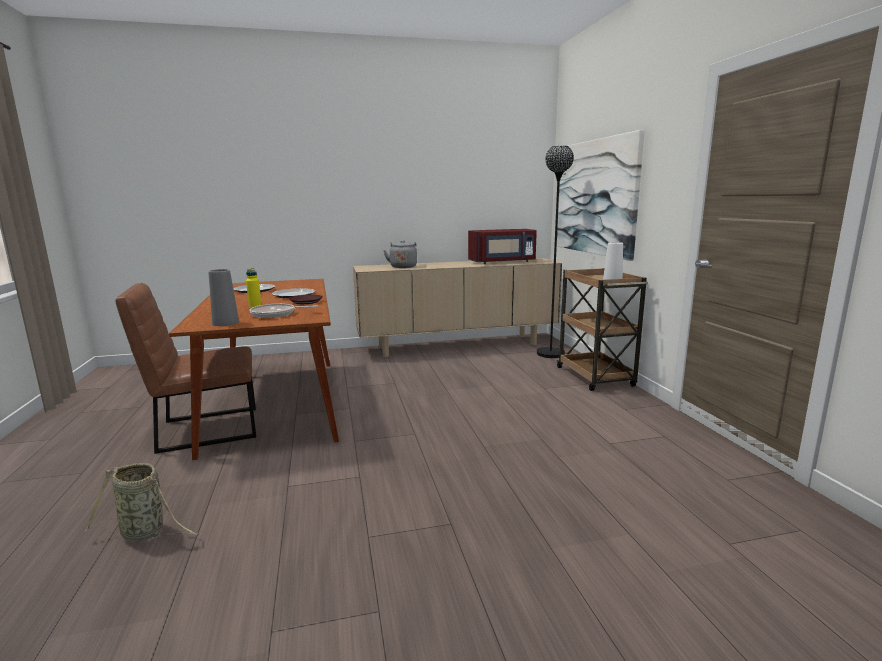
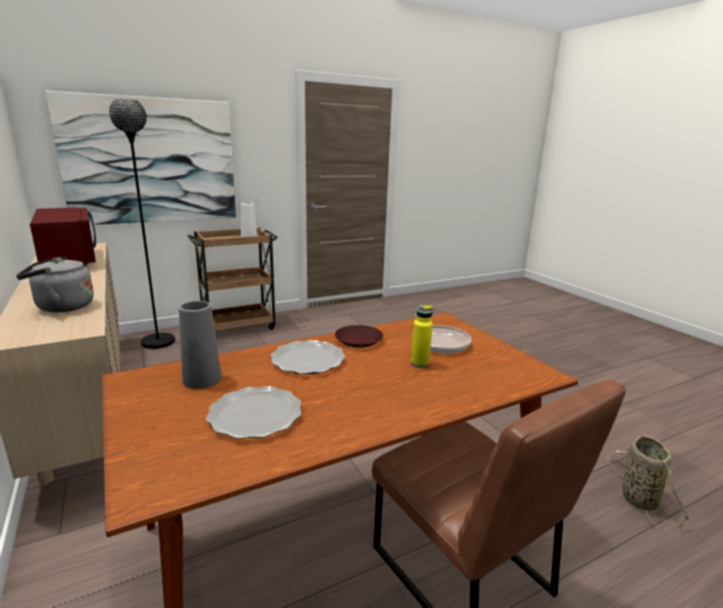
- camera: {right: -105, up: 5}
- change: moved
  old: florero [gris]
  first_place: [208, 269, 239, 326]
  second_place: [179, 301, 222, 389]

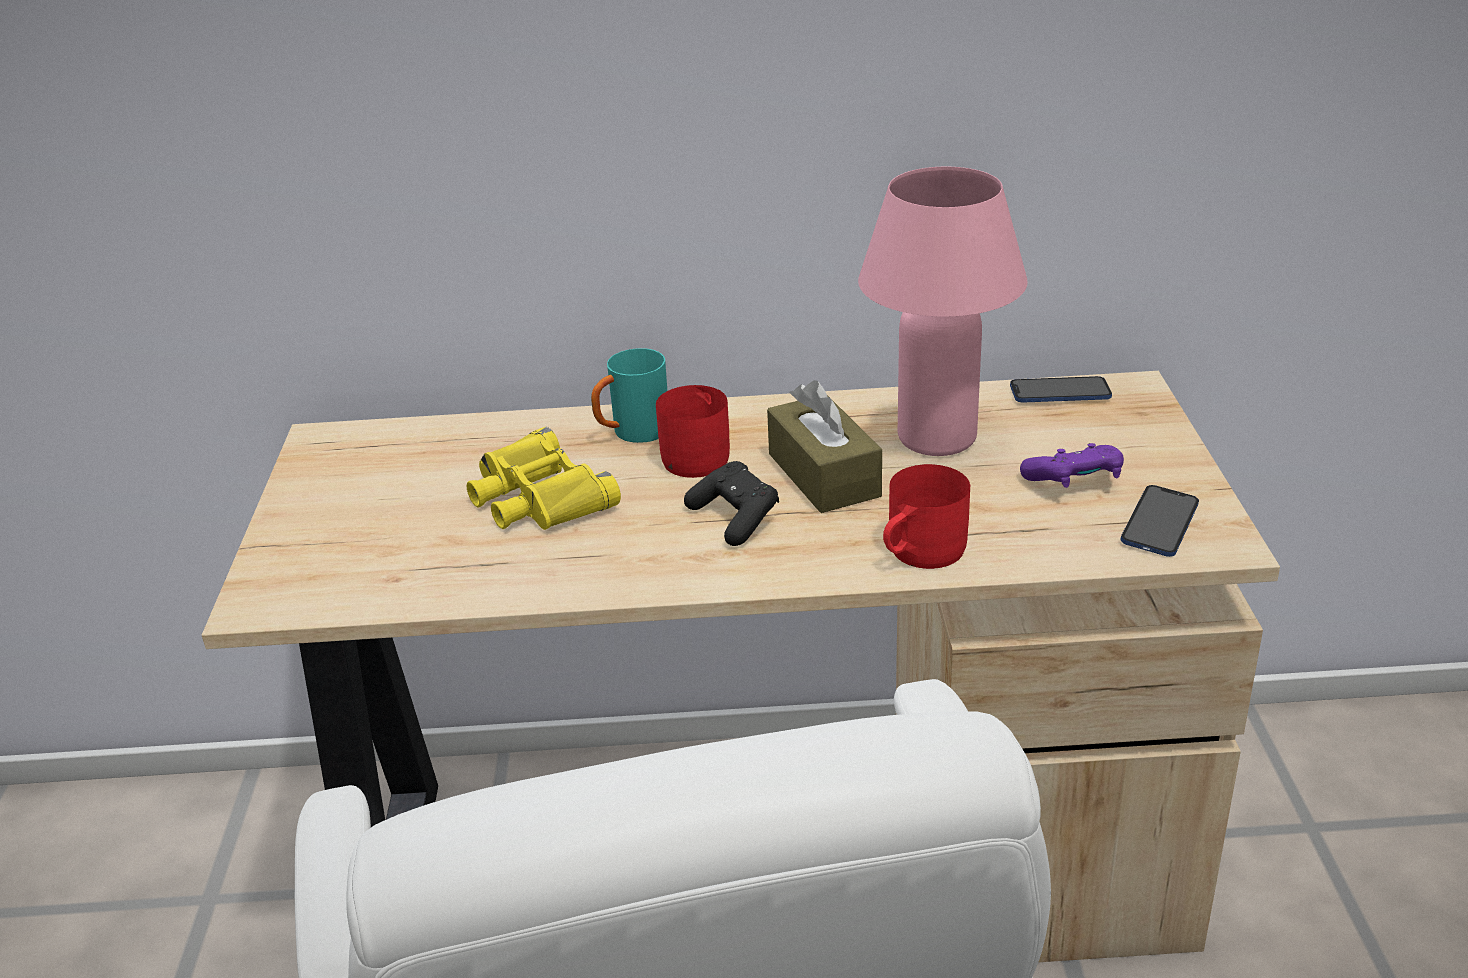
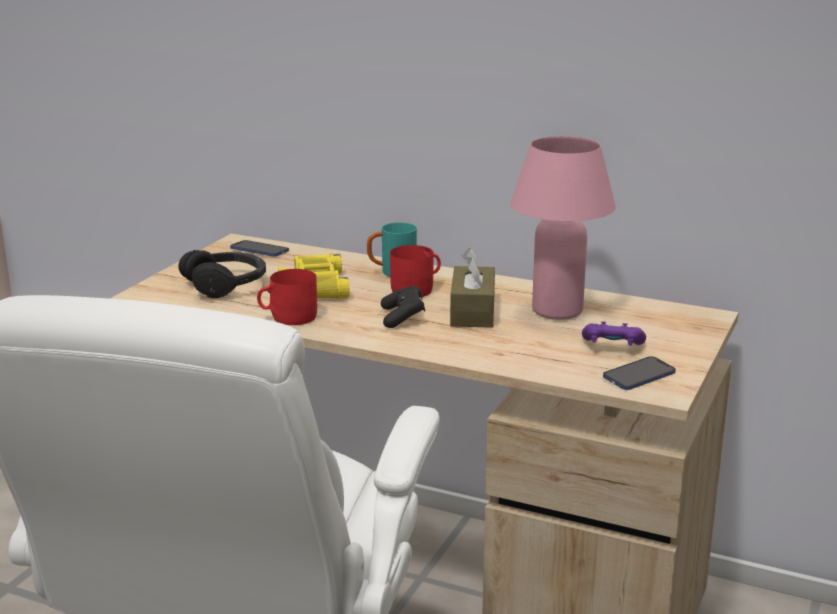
- camera: {right: 25, up: -10}
- change: added
  new: auriculares [negro]
  second_place: [178, 250, 266, 298]
- change: moved
  old: taza grande [rojo]
  first_place: [883, 464, 970, 569]
  second_place: [257, 269, 317, 325]
- change: moved
  old: móvil
  first_place: [1010, 376, 1112, 403]
  second_place: [230, 240, 289, 257]

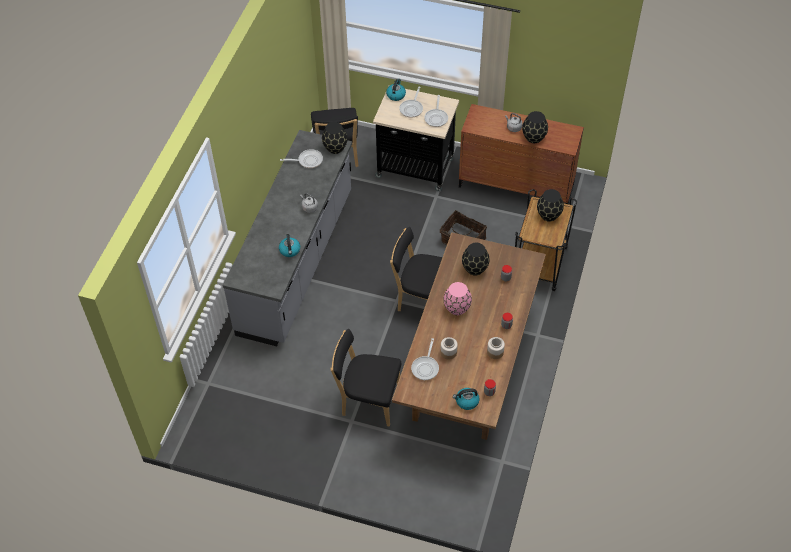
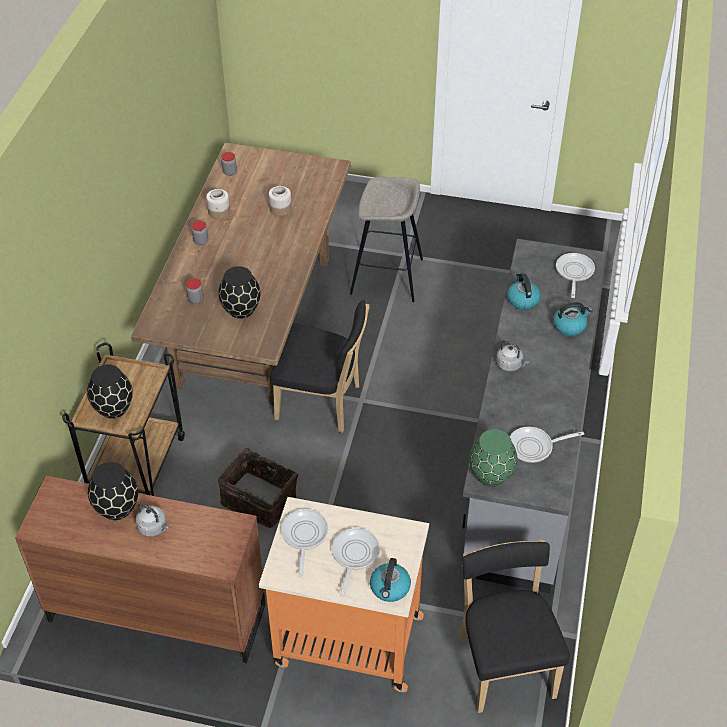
- camera: {right: 175, up: -5}
- change: removed
  old: florero [rosa]
  first_place: [444, 282, 472, 315]
- change: moved
  old: sartén
  first_place: [411, 338, 439, 380]
  second_place: [556, 253, 595, 298]
- change: moved
  old: hervidor
  first_place: [453, 388, 480, 410]
  second_place: [553, 302, 593, 336]
- change: replaced
  old: silla [negro]
  new: taburete [gris]
  first_place: [331, 329, 401, 427]
  second_place: [350, 177, 423, 302]
- change: recoloured
  old: florero [negro]
  new: florero [verde]
  first_place: [322, 122, 348, 154]
  second_place: [469, 429, 517, 487]
- change: recoloured
  old: carrito [negro]
  new: carrito [naranja]
  first_place: [373, 85, 459, 192]
  second_place: [259, 497, 429, 692]

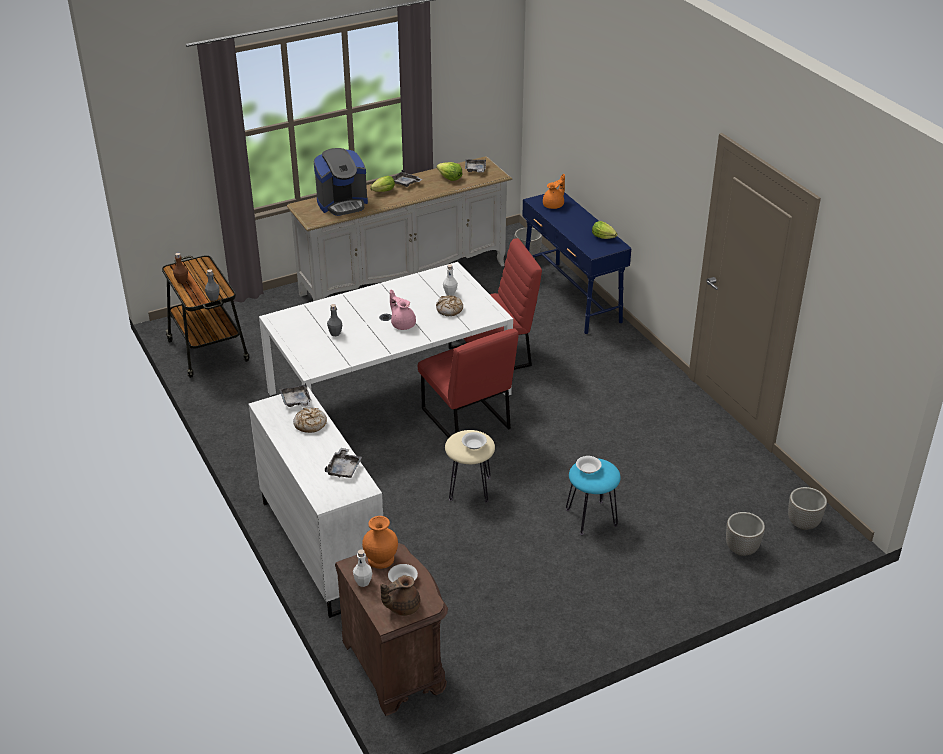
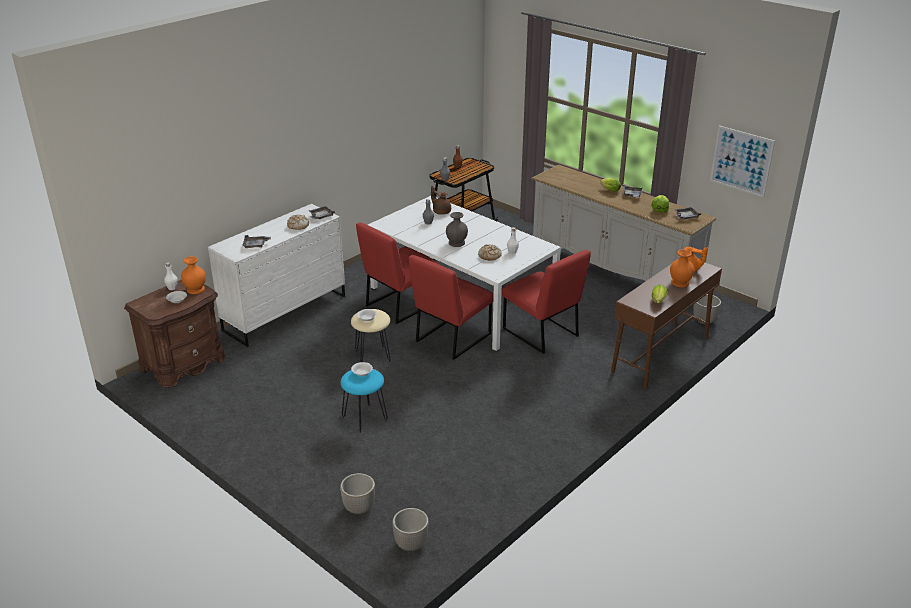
- camera: {right: 70, up: -5}
- change: removed
  old: cafetera
  first_place: [314, 148, 368, 216]
- change: added
  new: silla [rojo]
  second_place: [356, 222, 440, 324]
- change: added
  new: florero [naranja]
  second_place: [670, 249, 694, 287]
- change: added
  new: cuadro
  second_place: [710, 126, 775, 197]
- change: moved
  old: tetera [marrón]
  first_place: [381, 575, 420, 616]
  second_place: [431, 186, 451, 215]
- change: replaced
  old: tetera [rosa]
  new: florero [gris]
  first_place: [390, 289, 416, 330]
  second_place: [446, 212, 468, 247]
- change: recoloured
  old: mesa consola [azul]
  new: mesa consola [marrón]
  first_place: [522, 192, 631, 334]
  second_place: [611, 258, 722, 389]

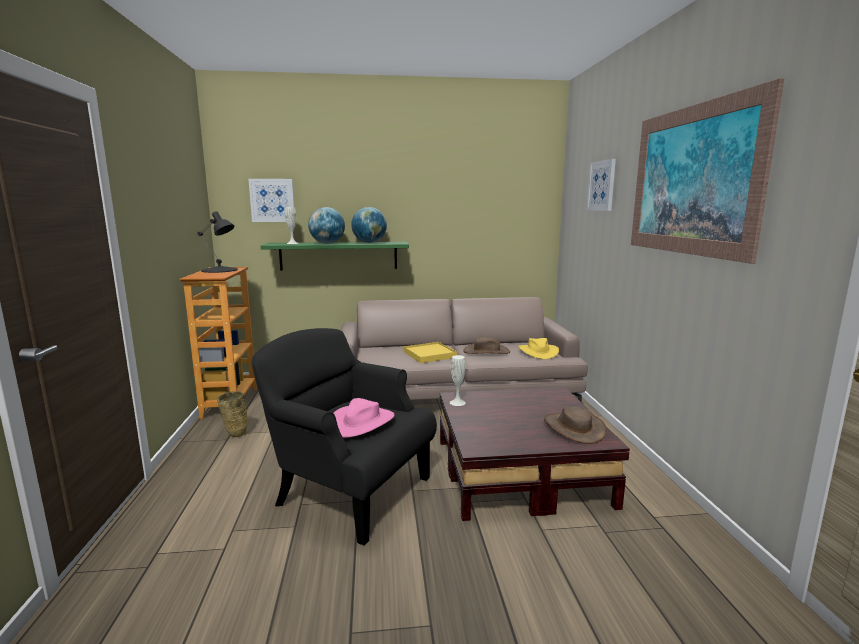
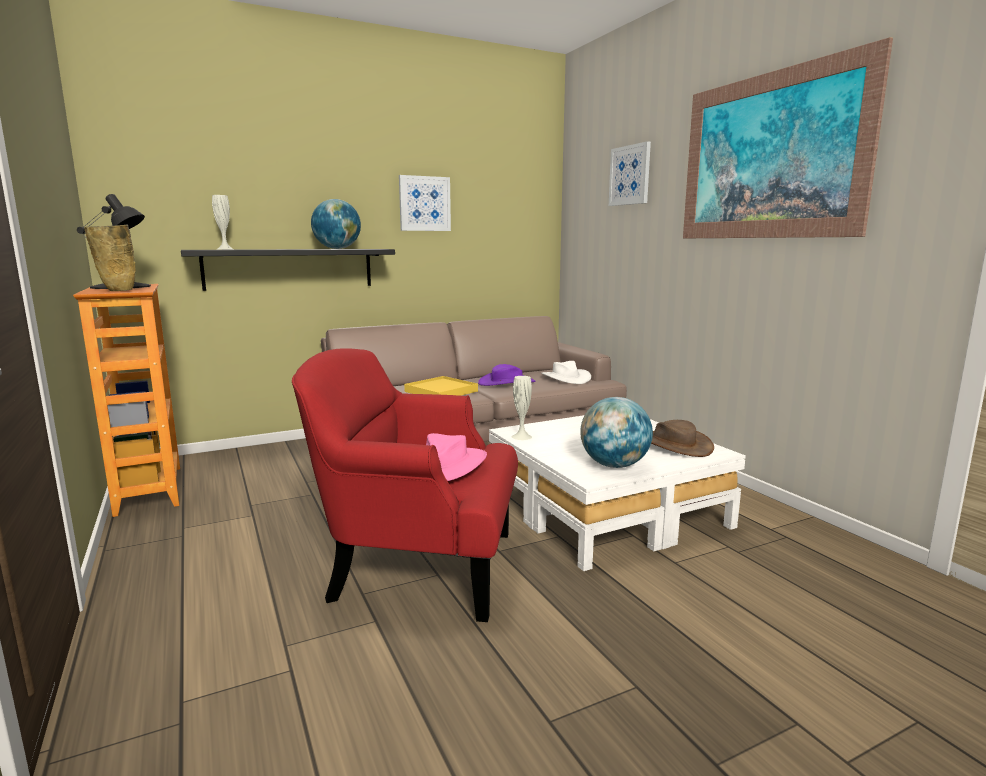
- camera: {right: -20, up: 0}
- change: moved
  old: florero [beis]
  first_place: [217, 391, 247, 437]
  second_place: [84, 224, 135, 291]
- change: moved
  old: cuadro
  first_place: [248, 179, 294, 222]
  second_place: [399, 175, 451, 231]
- change: moved
  old: globo terráqueo
  first_place: [308, 207, 345, 244]
  second_place: [580, 397, 653, 468]
- change: recoloured
  old: sillón [negro]
  new: sillón [rojo]
  first_place: [251, 328, 437, 546]
  second_place: [292, 348, 518, 622]
- change: recoloured
  old: estante [verde]
  new: estante [negro]
  first_place: [261, 242, 409, 270]
  second_place: [181, 249, 395, 291]
- change: recoloured
  old: mesa de centro [marrón]
  new: mesa de centro [blanco]
  first_place: [440, 387, 630, 521]
  second_place: [489, 415, 746, 571]
- change: recoloured
  old: sombrero [marrón]
  new: sombrero [morado]
  first_place: [463, 336, 510, 354]
  second_place: [478, 364, 536, 386]
- change: recoloured
  old: sombrero [amarillo]
  new: sombrero [blanco]
  first_place: [518, 338, 559, 359]
  second_place: [541, 361, 591, 384]

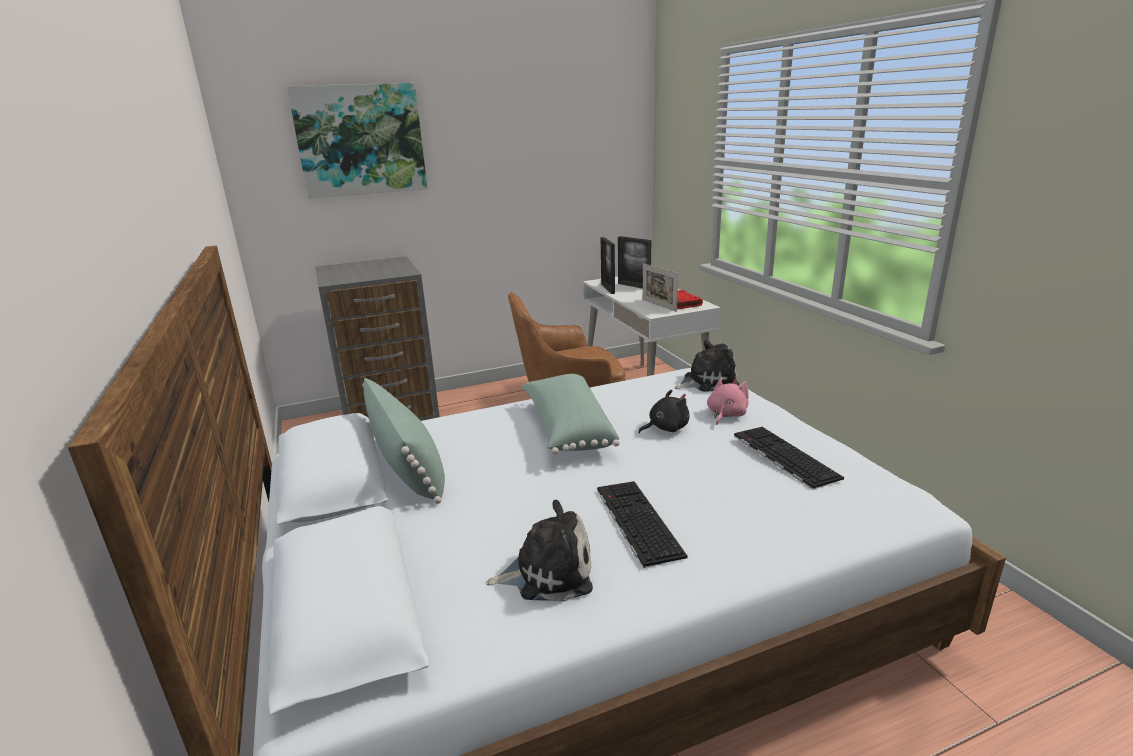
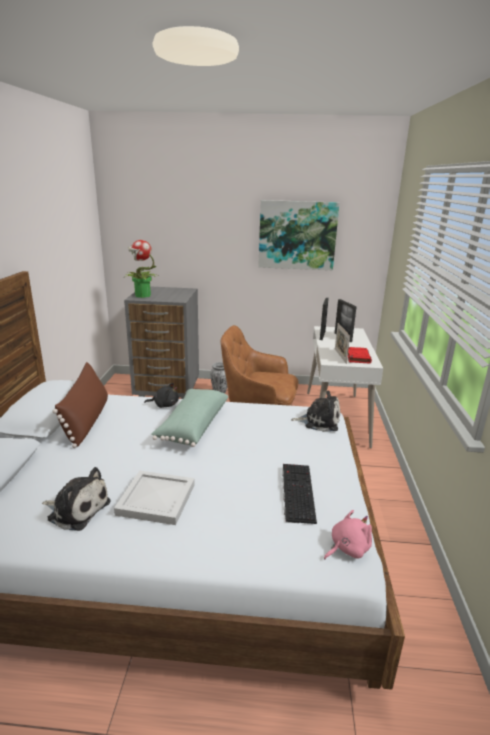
- camera: {right: 25, up: 0}
- change: added
  new: planta en maceta
  second_place: [123, 240, 157, 298]
- change: added
  new: florero
  second_place: [210, 362, 227, 393]
- change: moved
  old: cuadro
  first_place: [287, 83, 427, 198]
  second_place: [258, 200, 340, 270]
- change: moved
  old: peluche [negro]
  first_place: [638, 390, 690, 433]
  second_place: [144, 383, 179, 408]
- change: moved
  old: peluche [rosa]
  first_place: [707, 377, 749, 425]
  second_place: [324, 510, 372, 560]
- change: replaced
  old: teclado
  new: bandeja [blanco]
  first_place: [597, 481, 688, 568]
  second_place: [114, 471, 195, 525]
- change: recoloured
  old: cojín [verde]
  new: cojín [marrón]
  first_place: [362, 378, 445, 504]
  second_place: [53, 362, 108, 448]

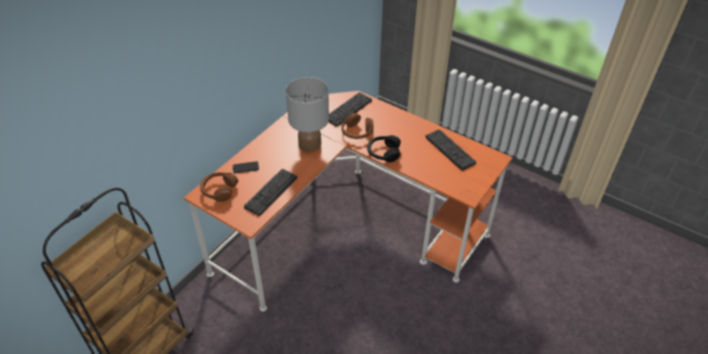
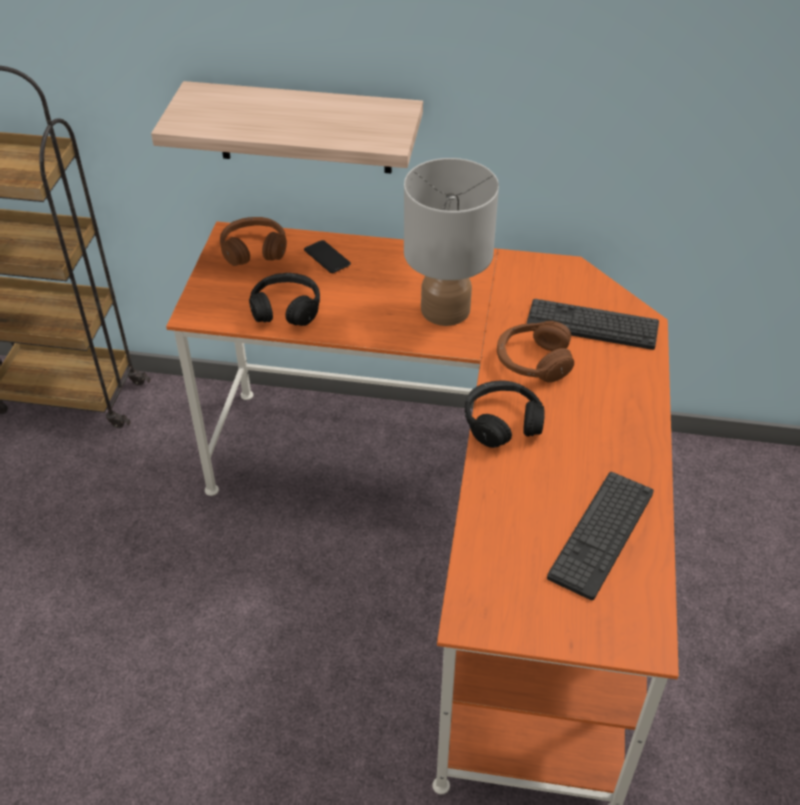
- camera: {right: 65, up: 0}
- change: added
  new: estante
  second_place: [151, 81, 423, 173]
- change: replaced
  old: teclado
  new: auriculares [negro]
  first_place: [244, 169, 297, 216]
  second_place: [249, 273, 320, 326]

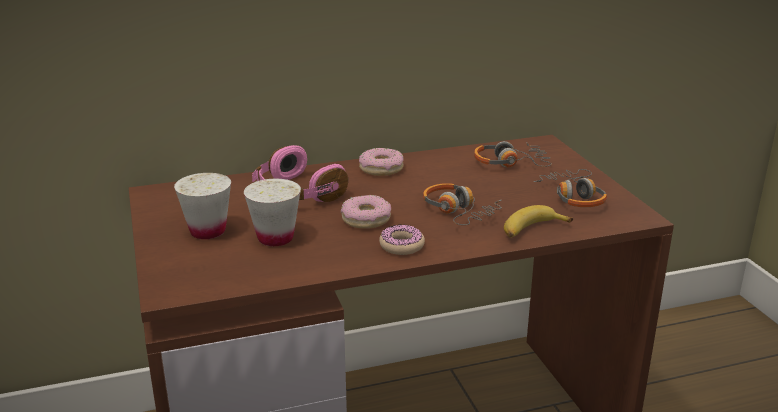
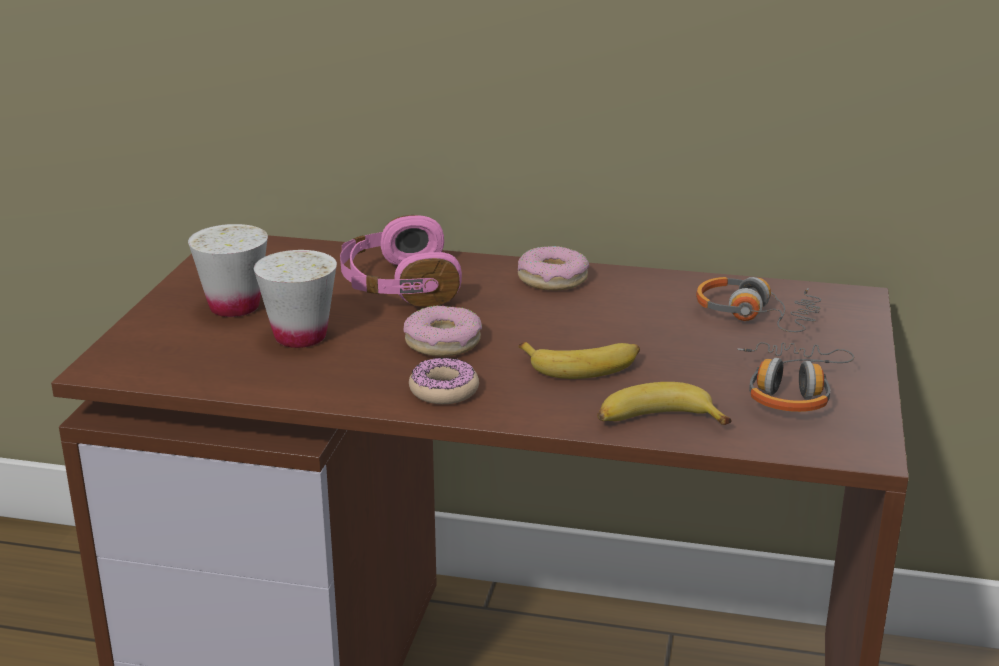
- camera: {right: 30, up: 0}
- change: replaced
  old: auriculares
  new: plátano
  first_place: [423, 183, 502, 225]
  second_place: [519, 342, 640, 379]

